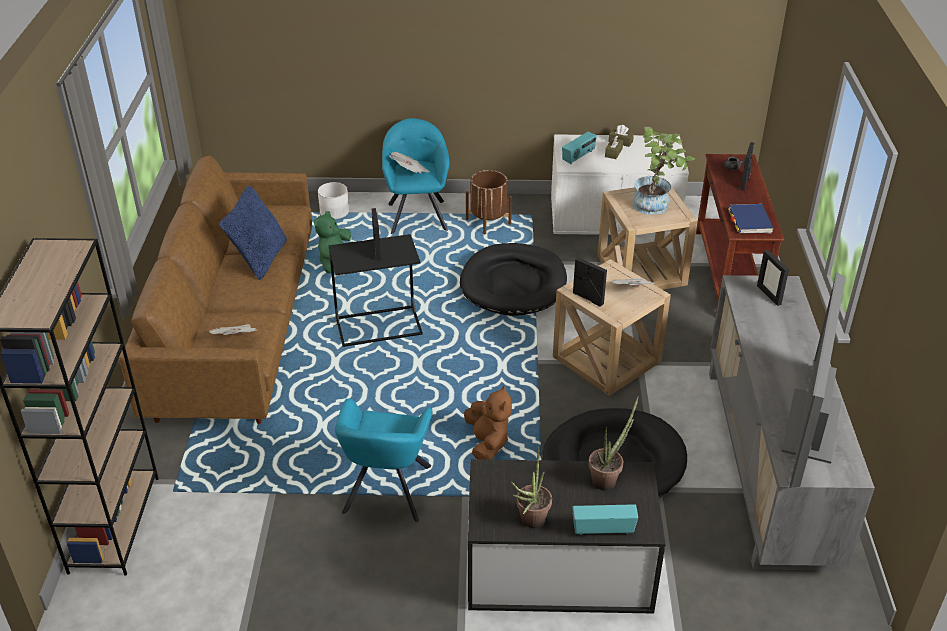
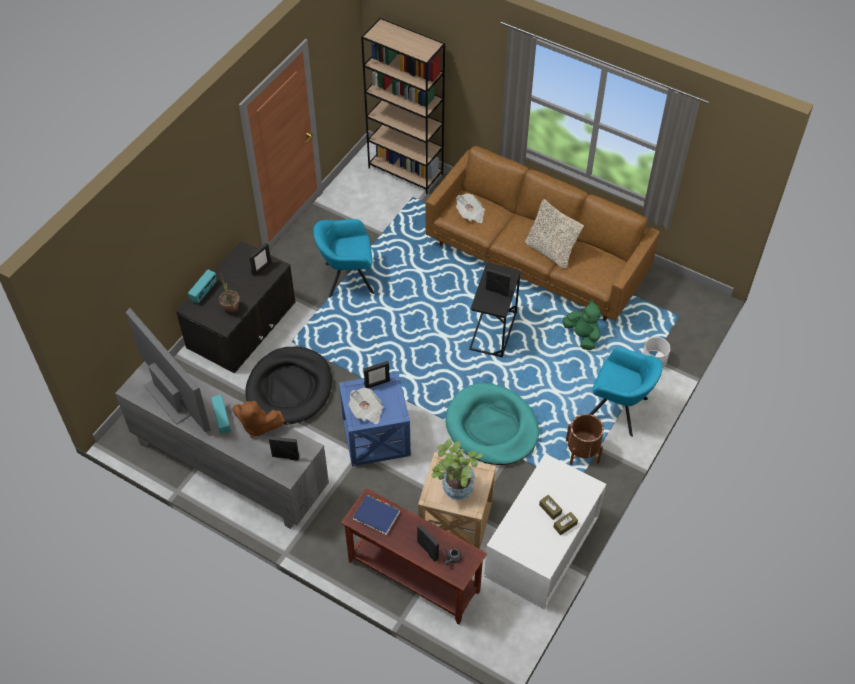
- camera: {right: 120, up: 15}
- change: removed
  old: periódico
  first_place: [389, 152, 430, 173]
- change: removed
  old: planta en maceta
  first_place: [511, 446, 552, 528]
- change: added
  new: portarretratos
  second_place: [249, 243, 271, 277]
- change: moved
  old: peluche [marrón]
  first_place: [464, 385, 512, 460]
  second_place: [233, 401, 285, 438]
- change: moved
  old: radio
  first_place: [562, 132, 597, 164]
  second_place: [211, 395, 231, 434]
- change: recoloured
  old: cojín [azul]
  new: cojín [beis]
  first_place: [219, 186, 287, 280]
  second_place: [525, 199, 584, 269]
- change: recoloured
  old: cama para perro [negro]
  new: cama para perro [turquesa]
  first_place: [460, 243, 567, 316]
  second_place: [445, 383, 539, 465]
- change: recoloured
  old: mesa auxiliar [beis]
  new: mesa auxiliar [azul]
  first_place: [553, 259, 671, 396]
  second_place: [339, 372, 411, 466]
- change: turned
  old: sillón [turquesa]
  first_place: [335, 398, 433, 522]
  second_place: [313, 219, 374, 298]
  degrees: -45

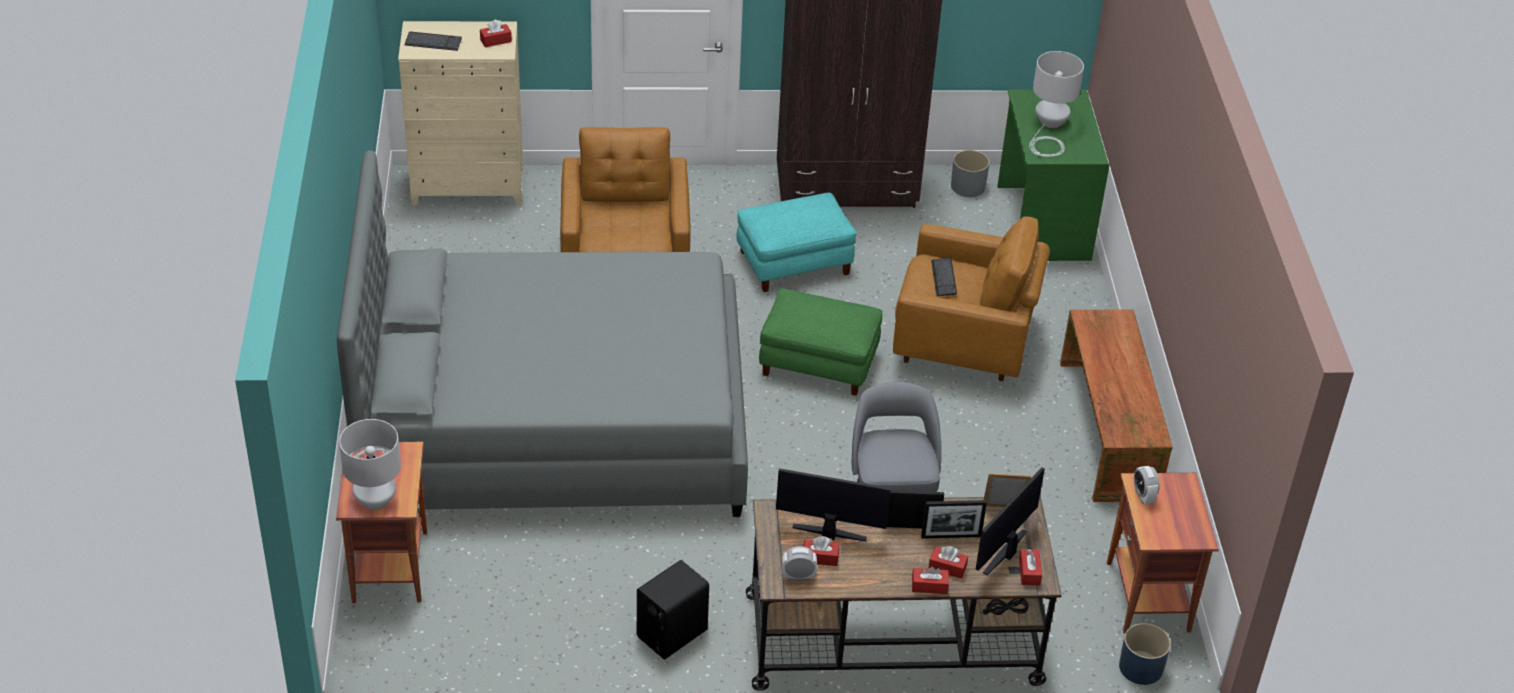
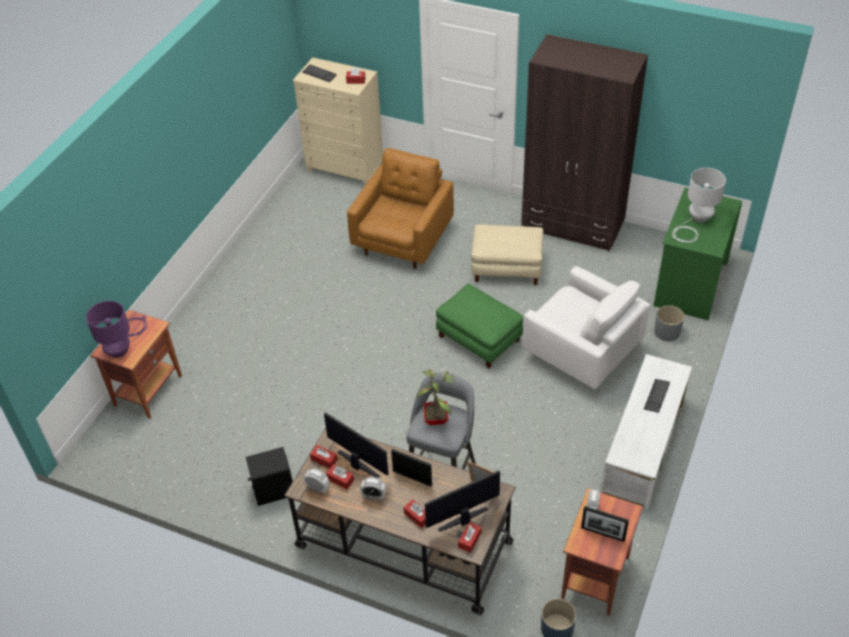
- camera: {right: 30, up: 5}
- change: removed
  old: cama [gris]
  first_place: [337, 150, 748, 517]
- change: added
  new: despertador
  second_place: [360, 477, 386, 500]
- change: added
  new: planta en maceta
  second_place: [417, 369, 455, 425]
- change: moved
  old: caja de pañuelos [rojo]
  first_place: [912, 567, 949, 594]
  second_place: [310, 445, 338, 468]
- change: moved
  old: portarretratos
  first_place: [921, 500, 987, 539]
  second_place: [581, 506, 629, 542]
- change: moved
  old: teclado
  first_place: [931, 258, 957, 296]
  second_place: [644, 379, 670, 413]
- change: moved
  old: maceta [gris]
  first_place: [951, 150, 990, 197]
  second_place: [654, 305, 684, 341]
- change: recoloured
  old: lámpara de mesa [gris]
  new: lámpara de mesa [morado]
  first_place: [339, 419, 401, 510]
  second_place: [86, 301, 148, 358]
- change: recoloured
  old: puf [turquesa]
  new: puf [beis]
  first_place: [736, 193, 857, 292]
  second_place: [471, 224, 543, 285]
- change: recoloured
  old: sillón [marrón]
  new: sillón [blanco]
  first_place: [893, 217, 1050, 381]
  second_place: [522, 266, 650, 389]
- change: recoloured
  old: banco [marrón]
  new: banco [blanco]
  first_place: [1060, 309, 1173, 502]
  second_place: [601, 354, 692, 510]

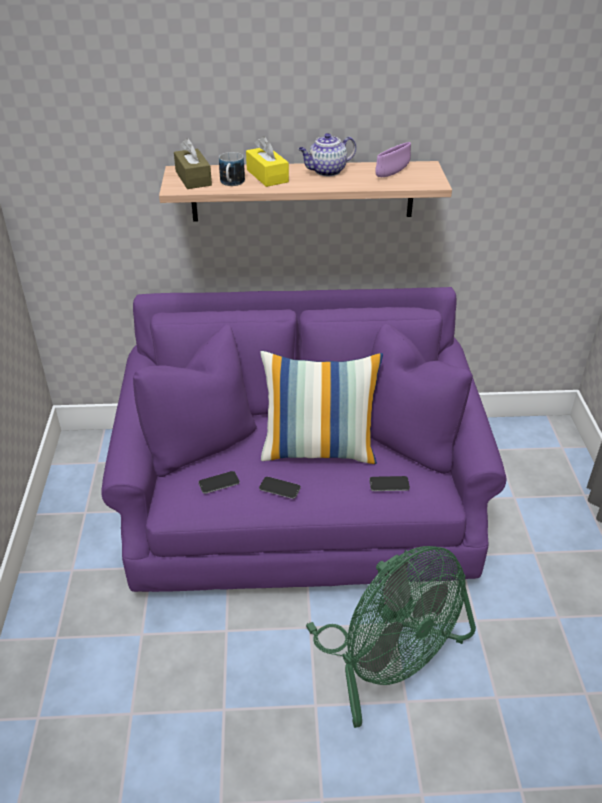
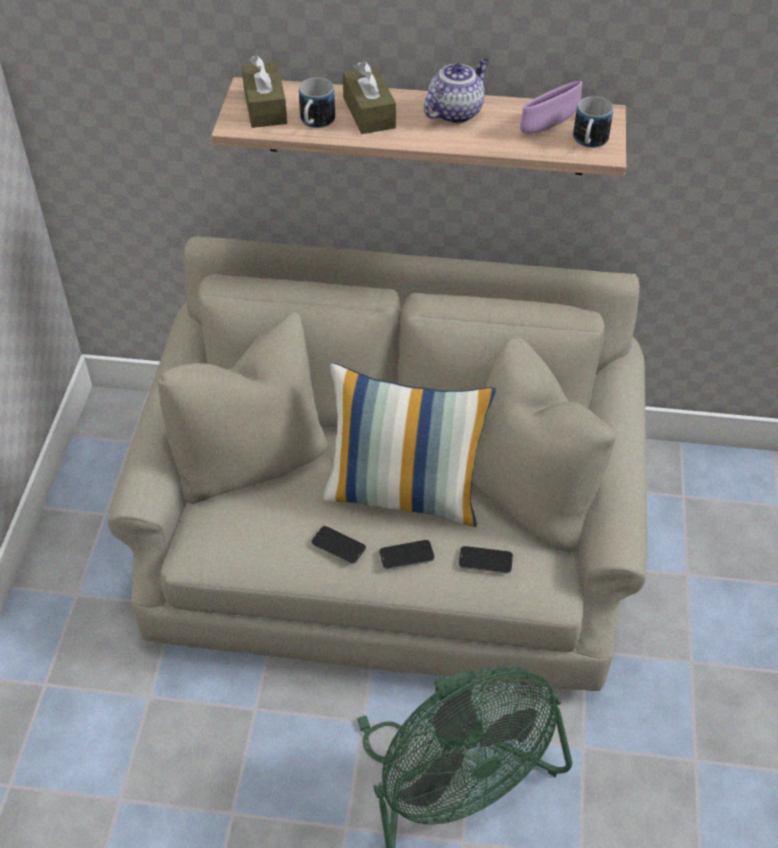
- camera: {right: 10, up: 10}
- change: added
  new: taza grande
  second_place: [573, 96, 613, 148]
- change: moved
  old: móvil
  first_place: [198, 471, 240, 494]
  second_place: [379, 540, 435, 570]
- change: recoloured
  old: sofá [morado]
  new: sofá [beis]
  first_place: [101, 287, 506, 592]
  second_place: [108, 237, 647, 691]
- change: recoloured
  old: caja de pañuelos [amarillo]
  new: caja de pañuelos [marrón]
  first_place: [246, 136, 289, 187]
  second_place: [343, 61, 396, 134]
- change: turned
  old: tetera
  first_place: [299, 133, 356, 176]
  second_place: [424, 58, 489, 124]
  degrees: 150

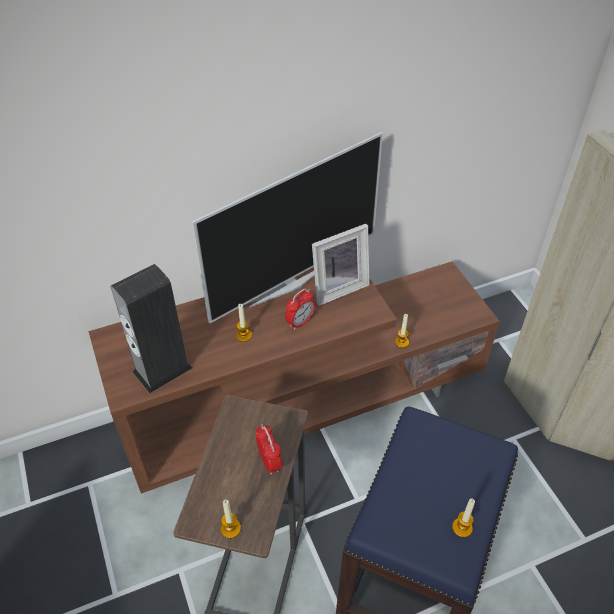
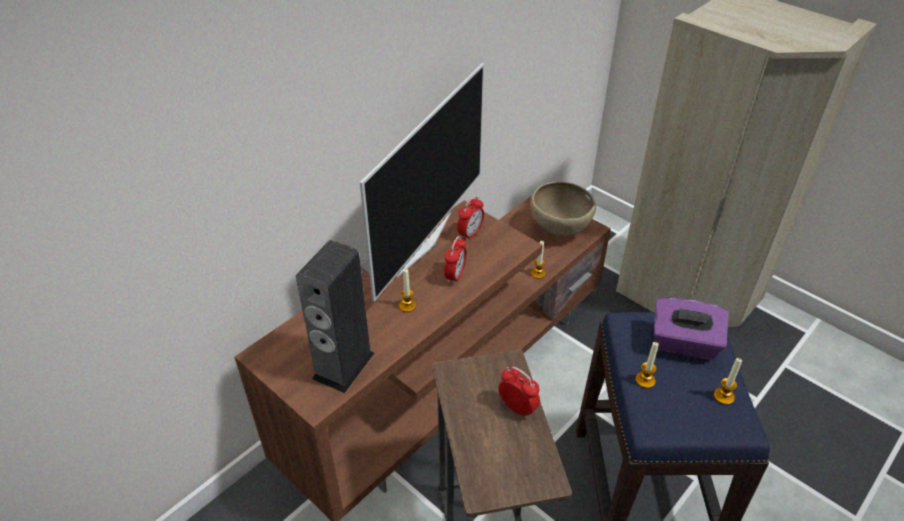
- camera: {right: -25, up: -5}
- change: added
  new: cuenco [marrón]
  second_place: [530, 182, 596, 236]
- change: added
  new: caja de pañuelos [morado]
  second_place: [654, 298, 729, 359]
- change: moved
  old: vela
  first_place: [221, 500, 241, 538]
  second_place: [635, 342, 659, 388]
- change: replaced
  old: portarretratos
  new: despertador
  first_place: [312, 224, 370, 306]
  second_place: [457, 196, 484, 241]

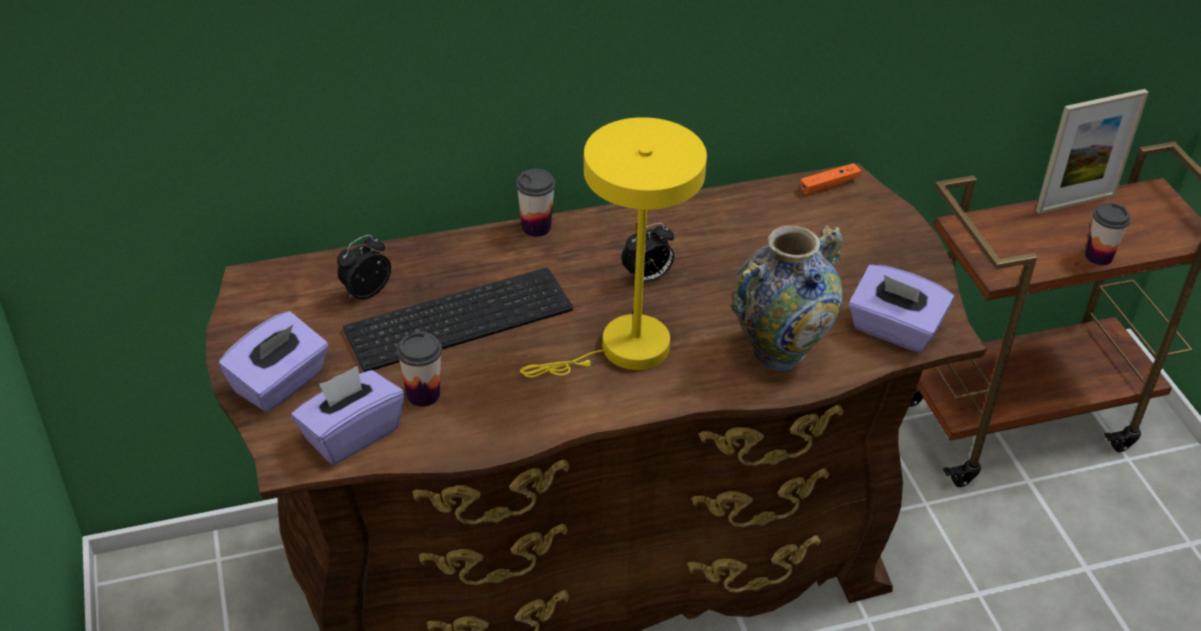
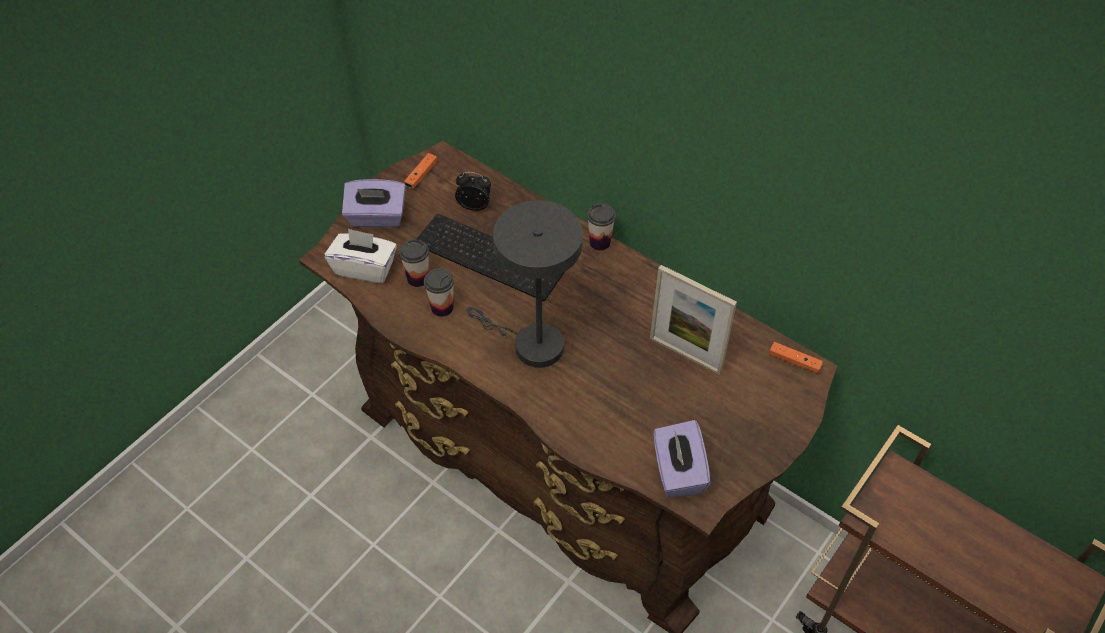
- camera: {right: 55, up: 10}
- change: removed
  old: despertador
  first_place: [621, 223, 674, 284]
- change: removed
  old: florero
  first_place: [731, 225, 843, 371]
- change: added
  new: mando de consola [naranja]
  second_place: [404, 153, 437, 188]
- change: moved
  old: portarretratos
  first_place: [1036, 89, 1149, 214]
  second_place: [650, 265, 737, 375]
- change: moved
  old: taza
  first_place: [1085, 203, 1131, 265]
  second_place: [424, 268, 454, 317]
- change: recoloured
  old: caja de pañuelos [morado]
  new: caja de pañuelos [blanco]
  first_place: [291, 366, 405, 465]
  second_place: [325, 228, 397, 283]
- change: recoloured
  old: lámpara de mesa [amarillo]
  new: lámpara de mesa [gris]
  first_place: [520, 117, 707, 378]
  second_place: [466, 200, 583, 368]

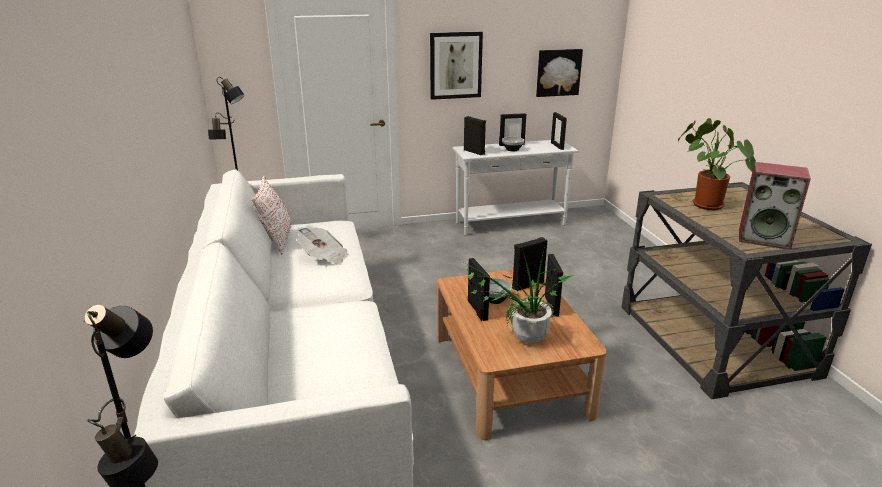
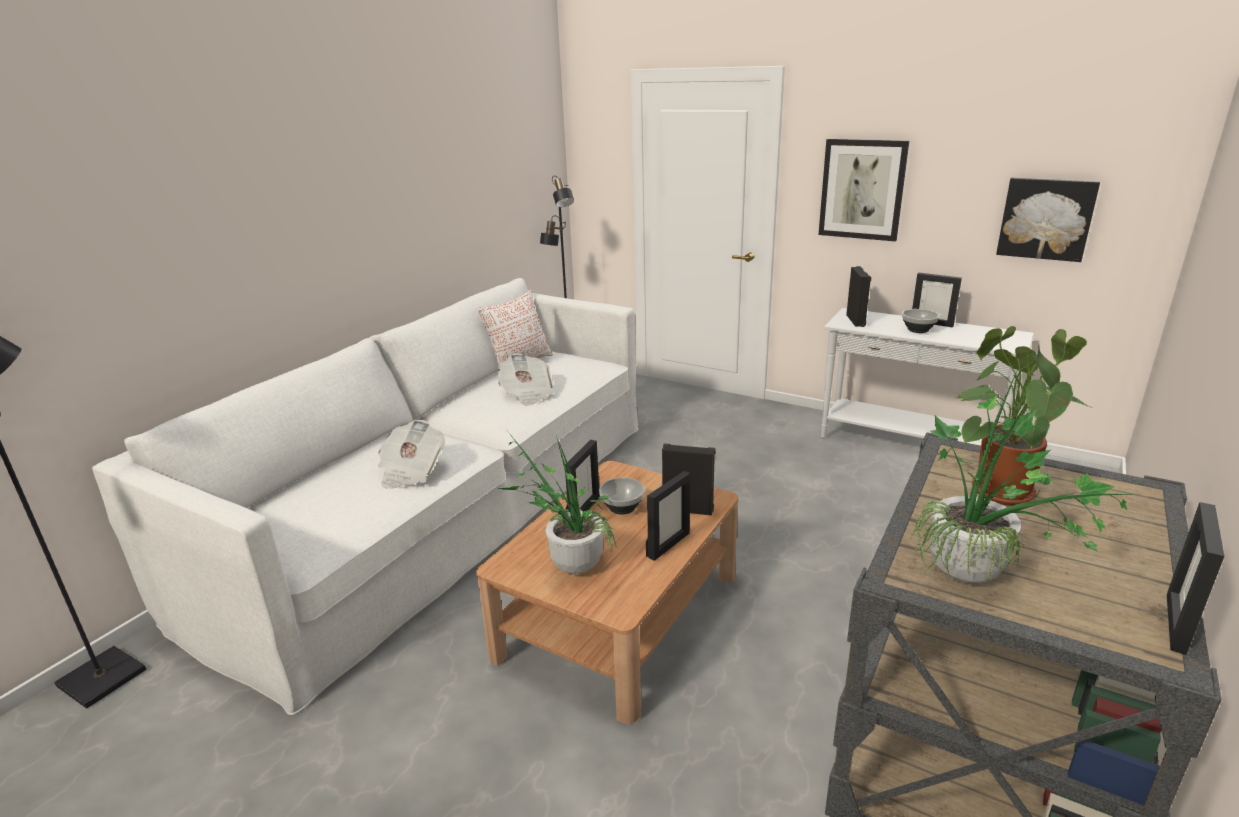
- camera: {right: 45, up: 0}
- change: added
  new: periódico
  second_place: [378, 420, 445, 489]
- change: moved
  old: portarretratos
  first_place: [551, 112, 567, 150]
  second_place: [1167, 502, 1224, 655]
- change: replaced
  old: altavoz
  new: planta en maceta
  first_place: [739, 162, 811, 250]
  second_place: [910, 369, 1136, 583]

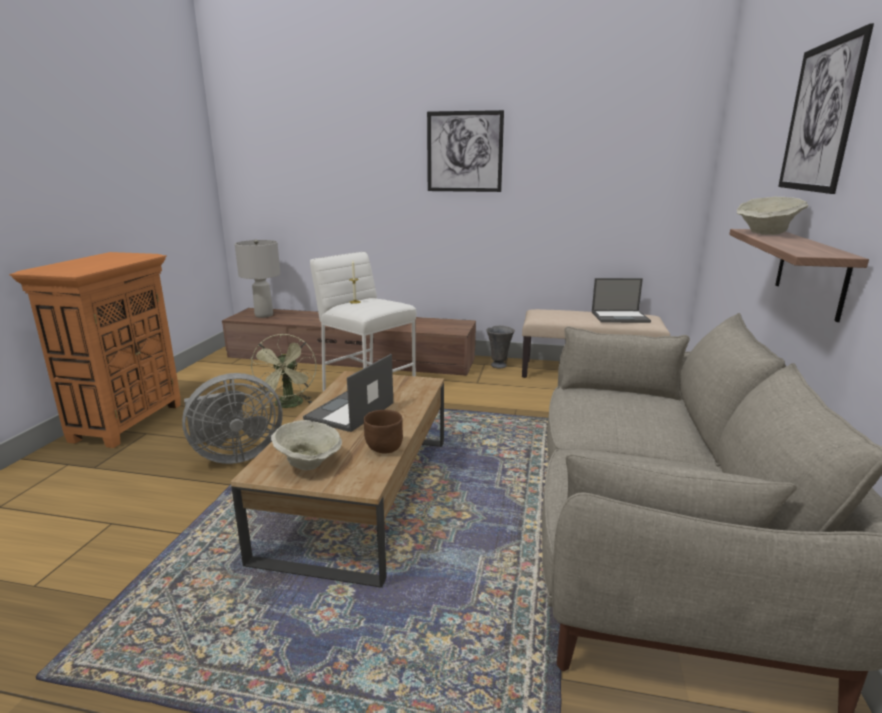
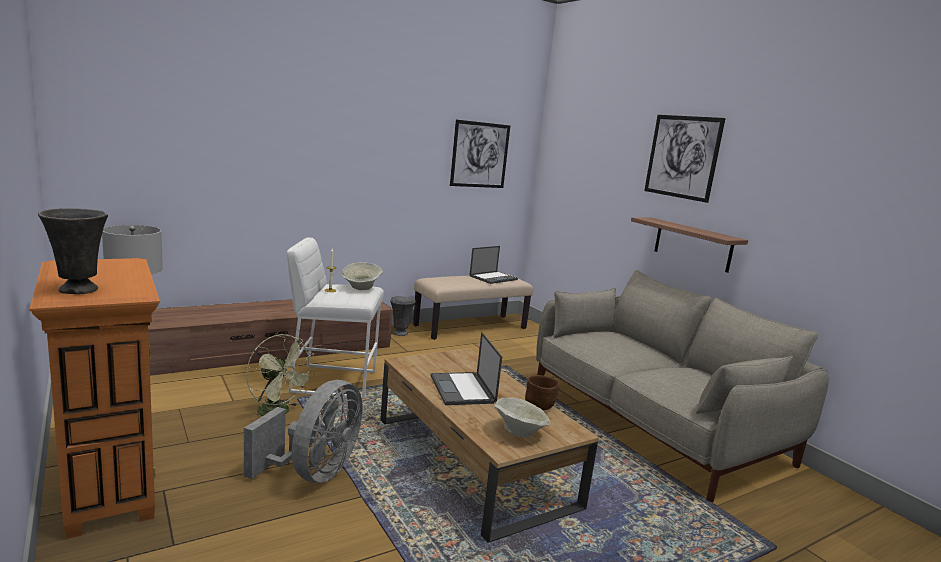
- camera: {right: -45, up: -5}
- change: added
  new: florero [gris]
  second_place: [38, 208, 108, 294]
- change: moved
  old: cuadro
  first_place: [427, 110, 504, 192]
  second_place: [450, 120, 510, 188]
- change: moved
  old: cuenco [beis]
  first_place: [737, 196, 809, 235]
  second_place: [341, 262, 383, 290]

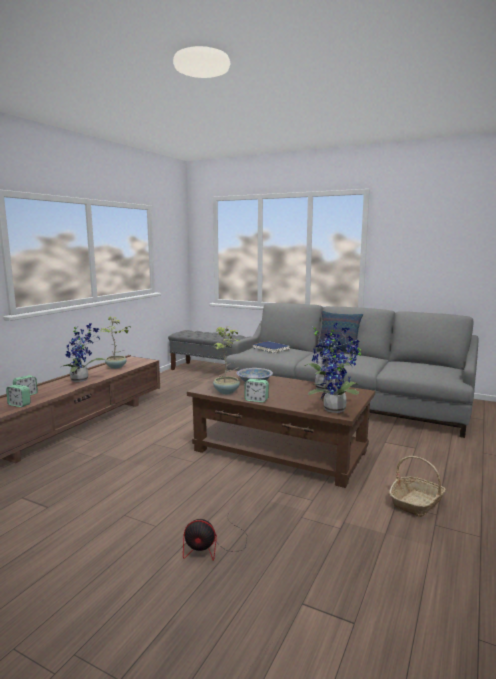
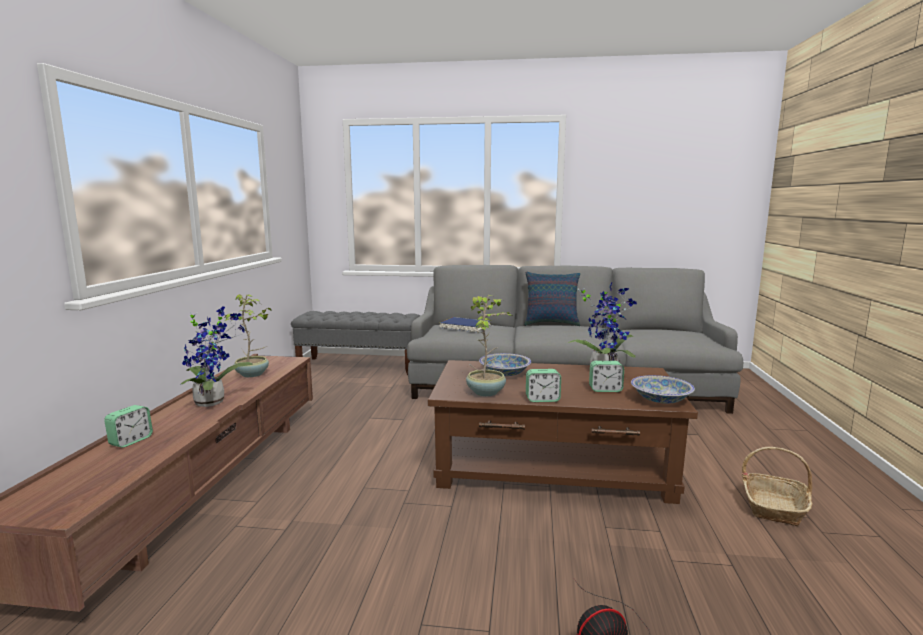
- camera: {right: -20, up: 0}
- change: moved
  old: despertador
  first_place: [6, 384, 31, 407]
  second_place: [589, 361, 624, 392]
- change: replaced
  old: planta en maceta
  new: cuenco
  first_place: [308, 339, 361, 413]
  second_place: [631, 375, 695, 403]

